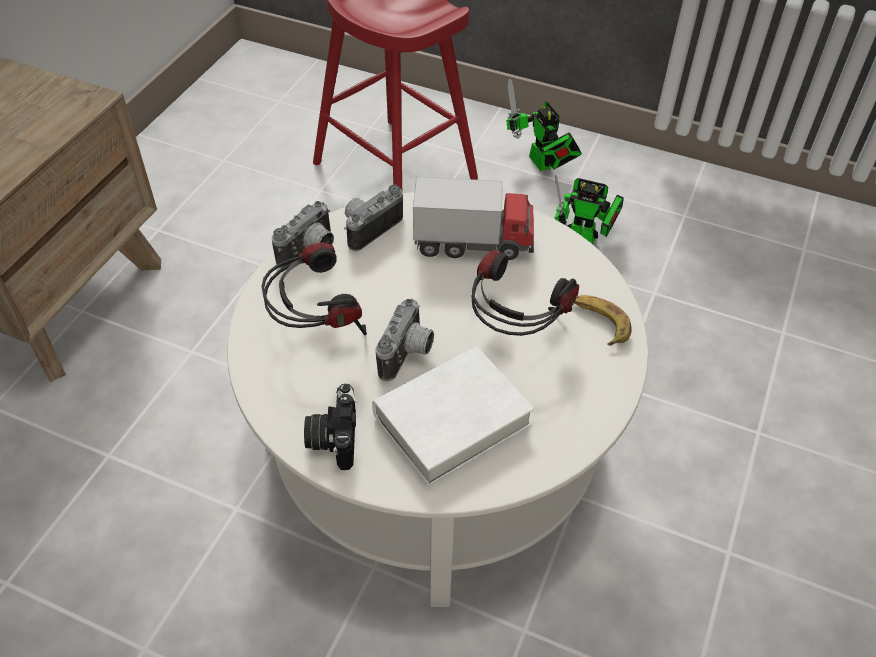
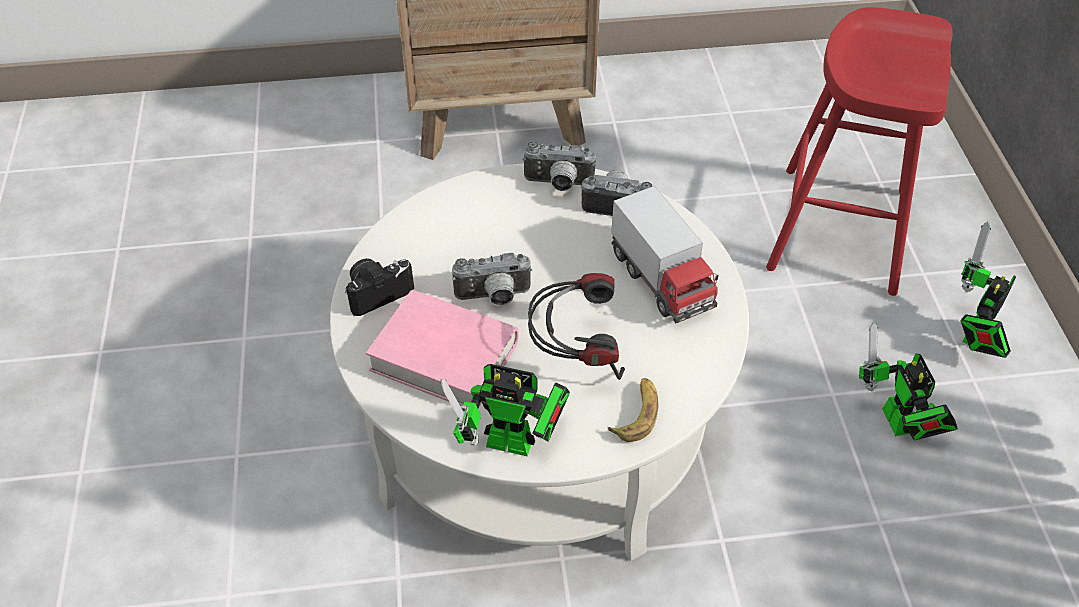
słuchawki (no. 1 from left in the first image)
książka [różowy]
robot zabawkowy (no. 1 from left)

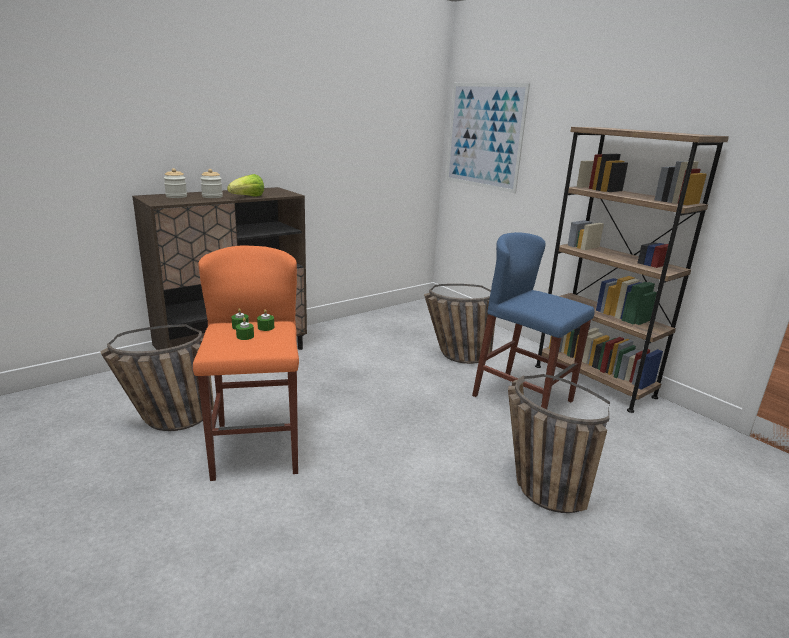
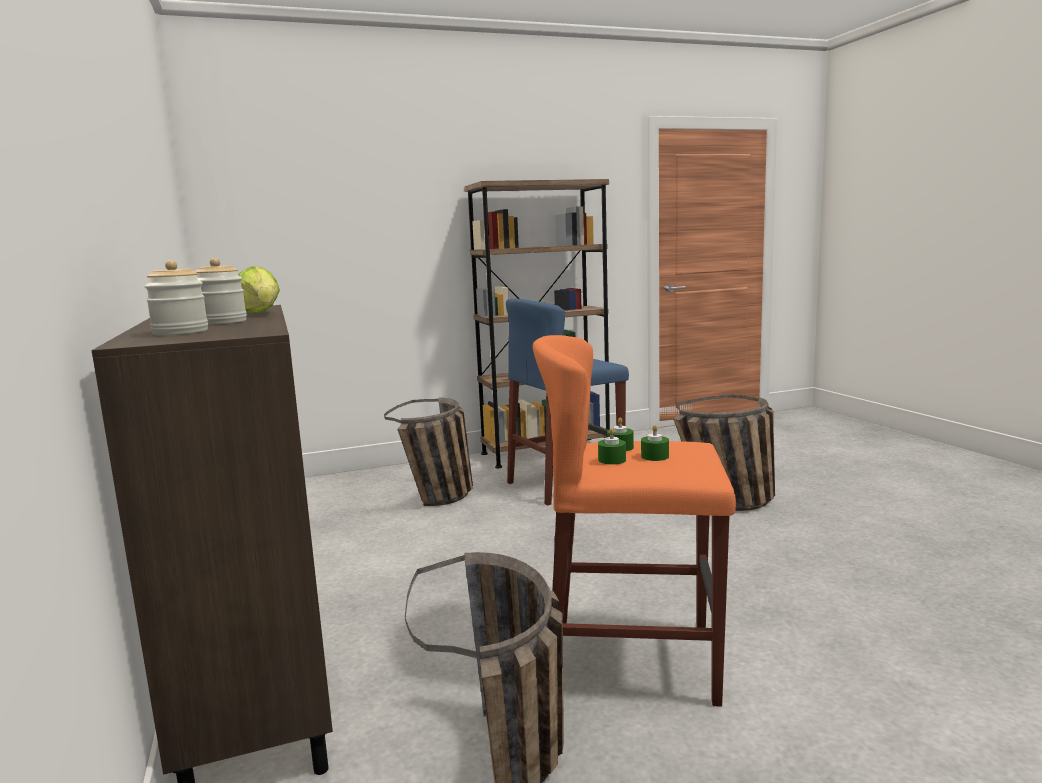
obraz

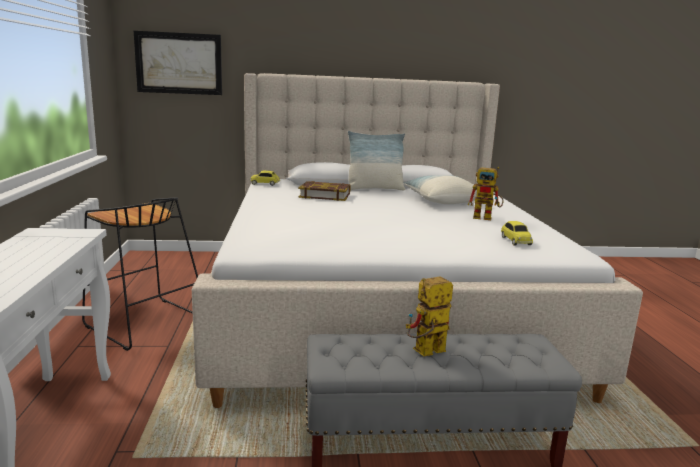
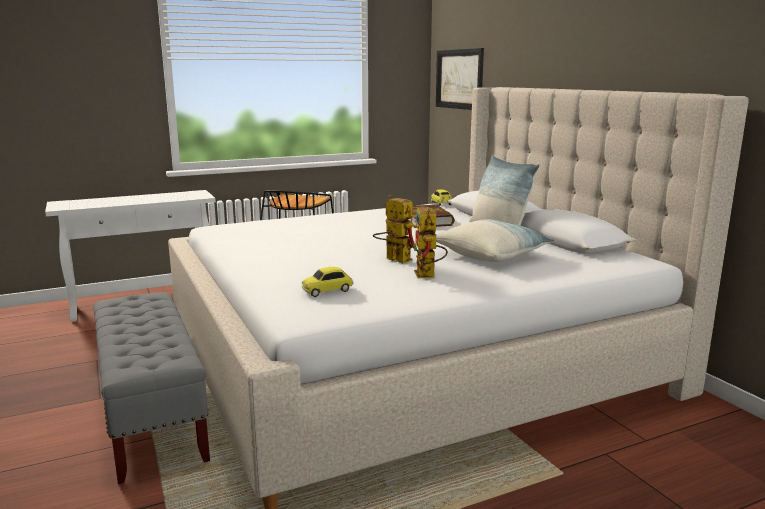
robot zabawkowy (no. 1 from left)

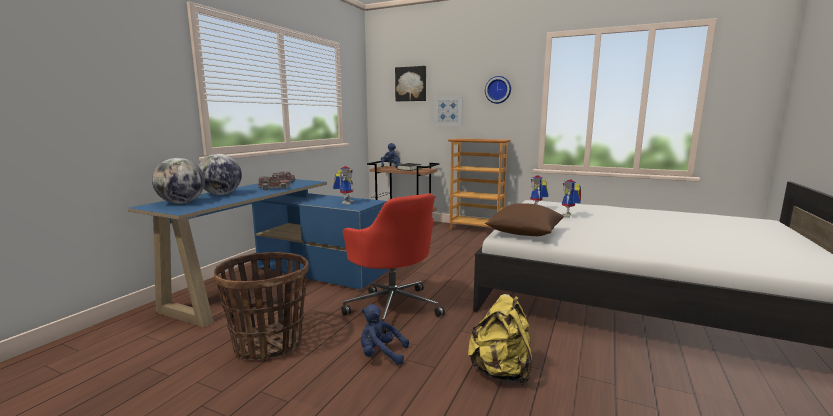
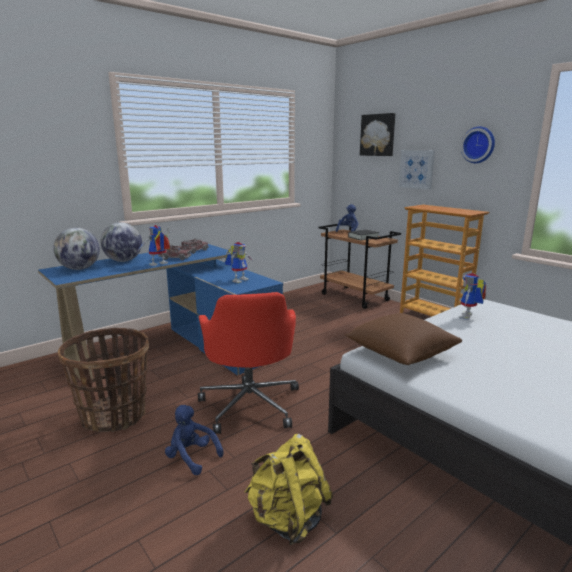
robot zabawkowy (no. 1 from left)

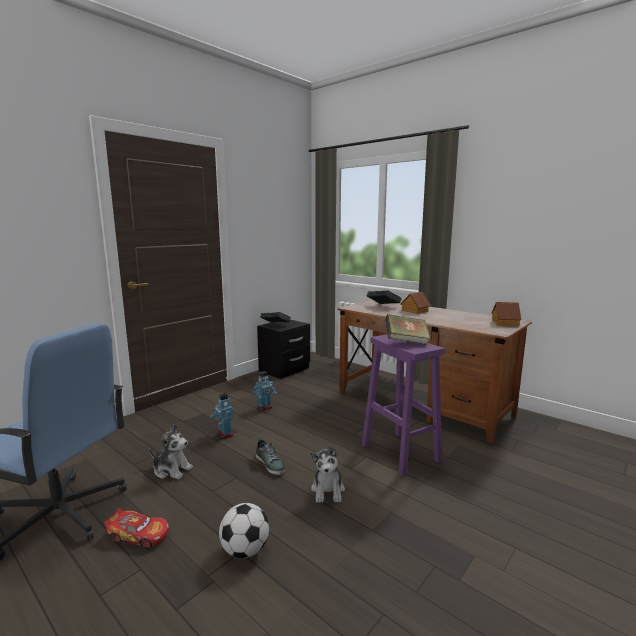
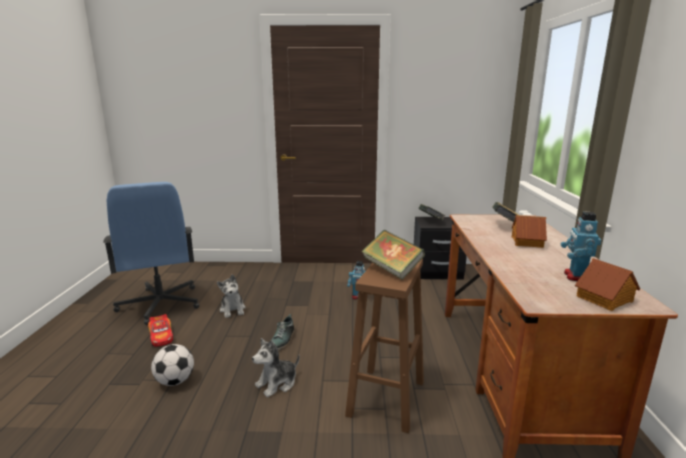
stołek [brązowy]
robot zabawkowy (no. 2 from left)

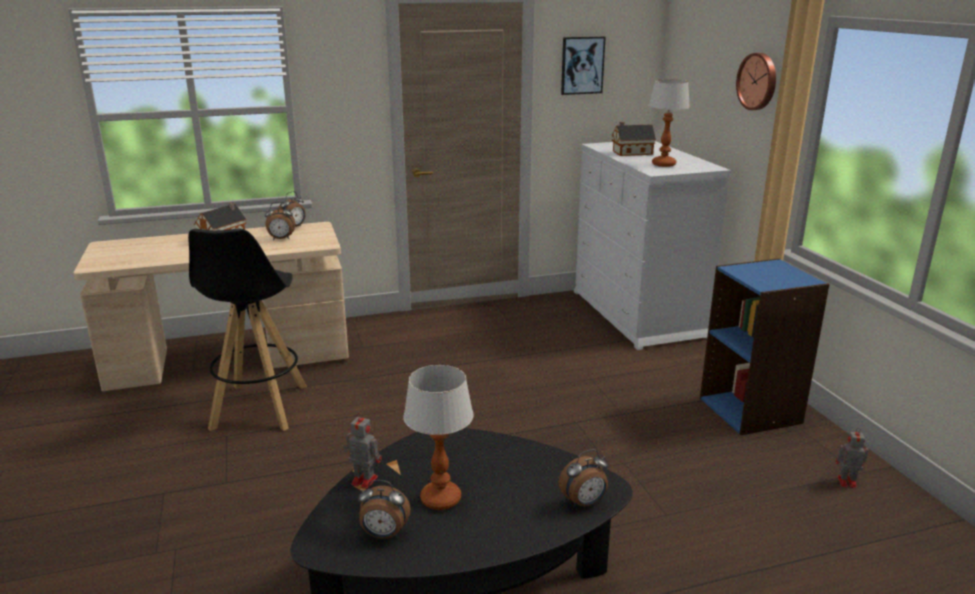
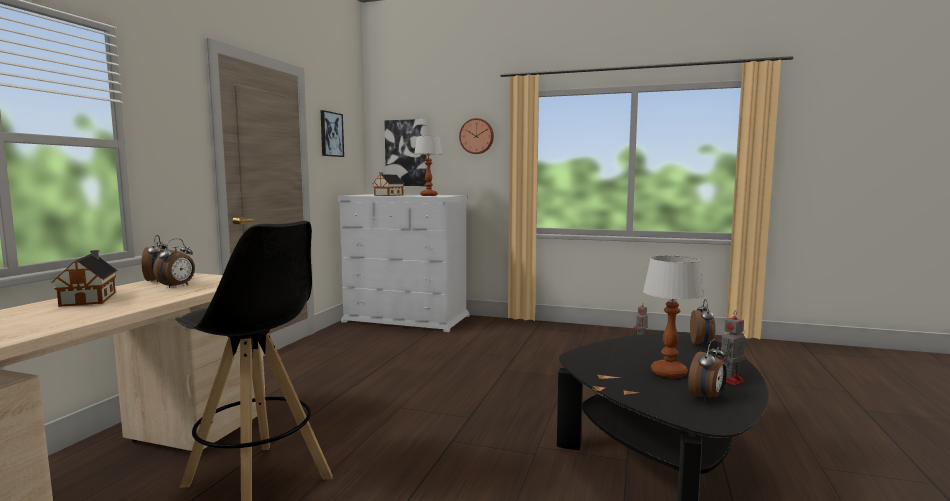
regał [niebieski]
robot zabawkowy (no. 2 from left)
obraz (no. 2 from left)

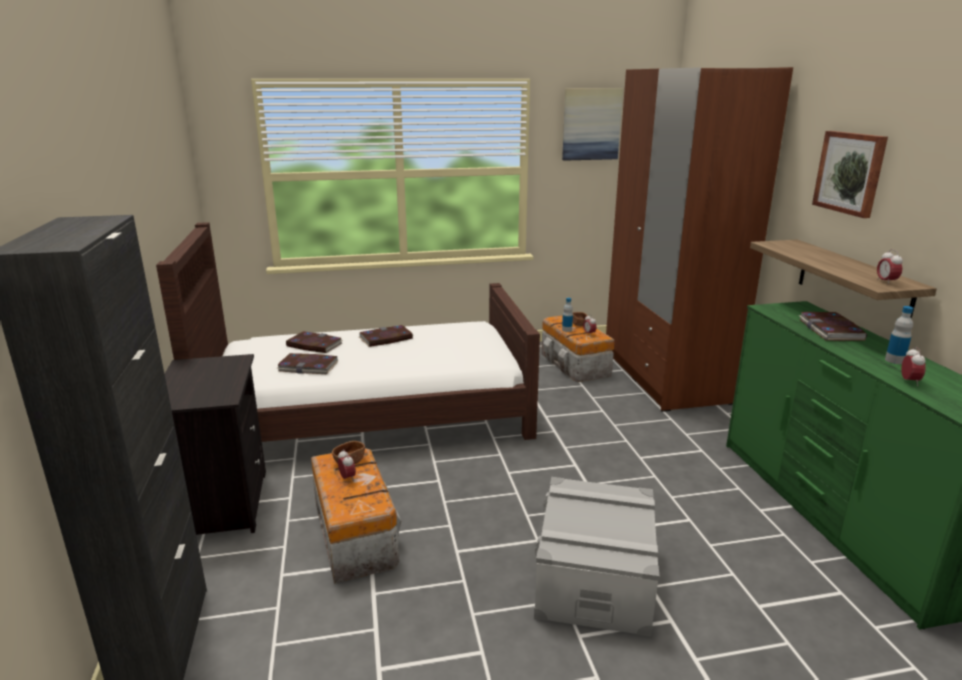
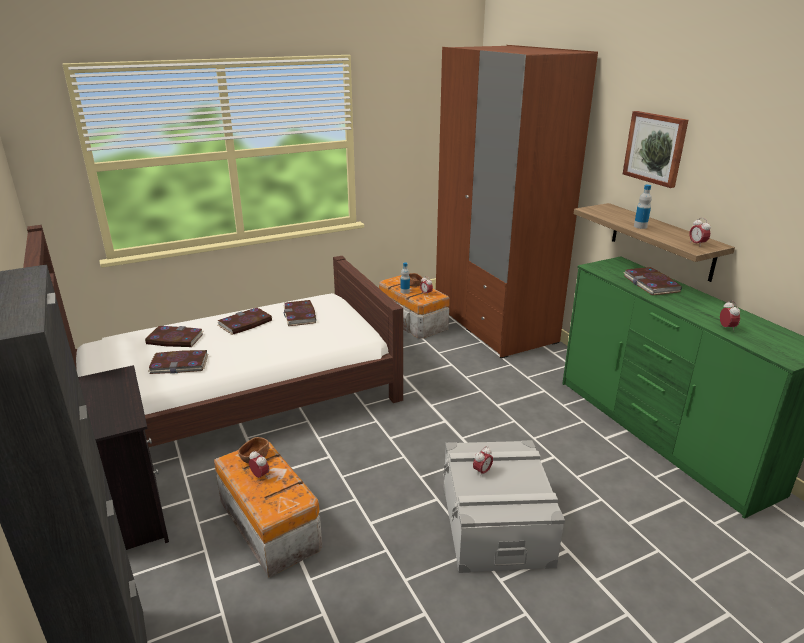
obraz (no. 1 from left in the first image)
butelka (no. 2 from left)
książka (no. 4 from left)
budzik (no. 3 from left)

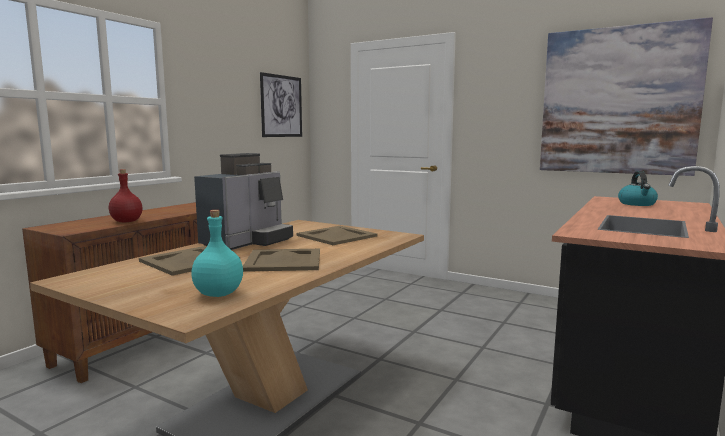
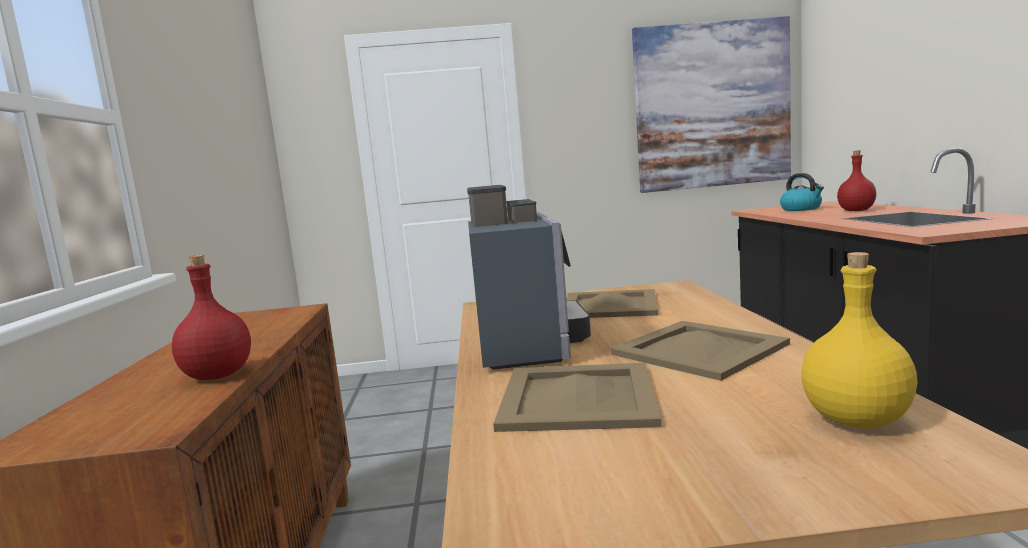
obraz (no. 1 from left in the first image)
butelka [żółty]
butelka [czerwony] (no. 2 from left)

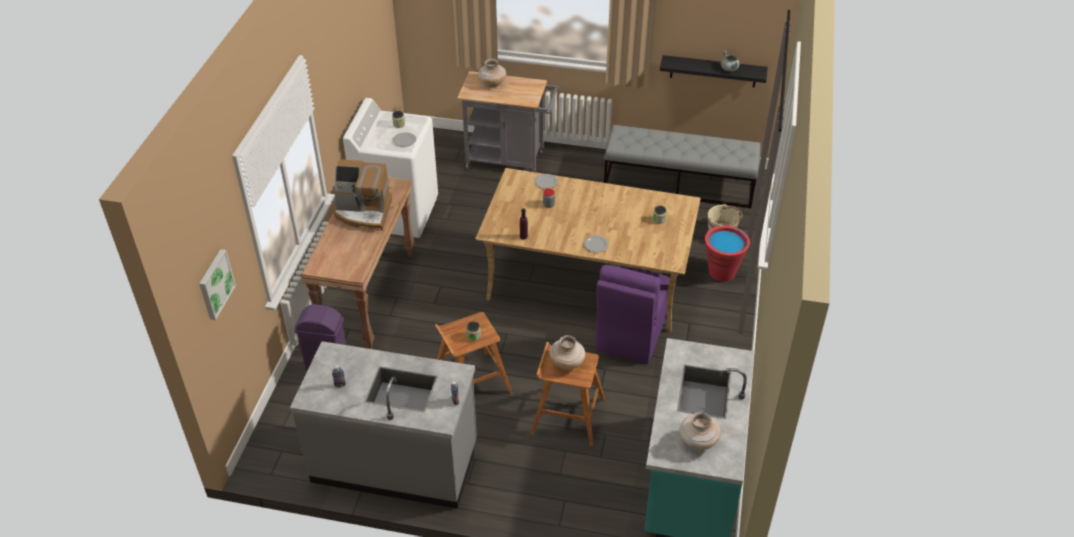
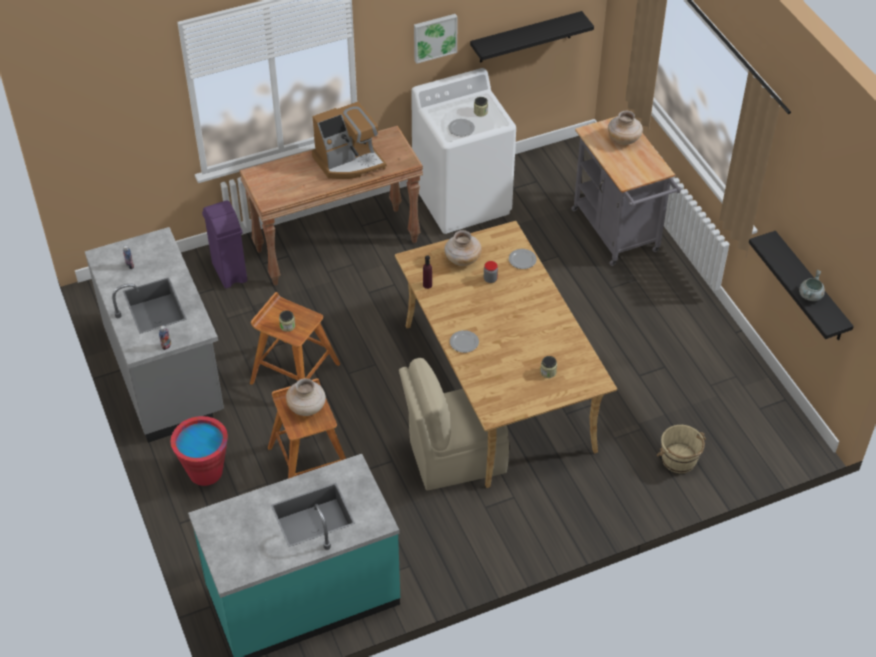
ławka [szary]
ekspres do kawy
wiadro [czerwony]
obraz
krzesło [beżowy]
wazon [beżowy] (no. 2 from left)
półka [czarny] (no. 1 from left)

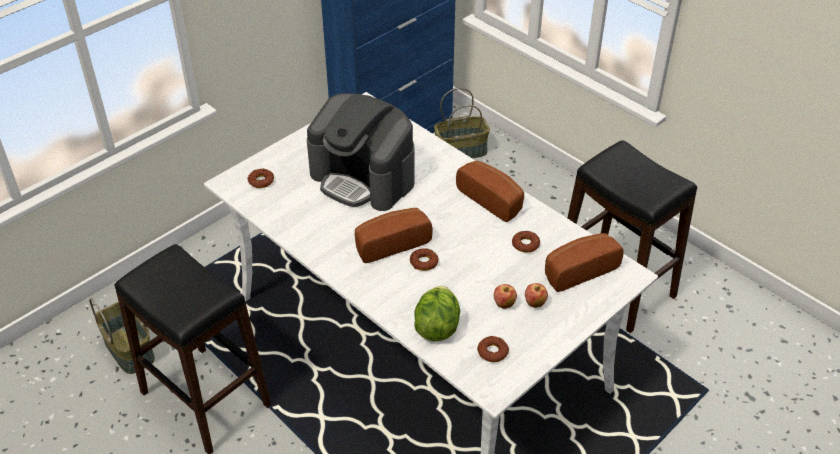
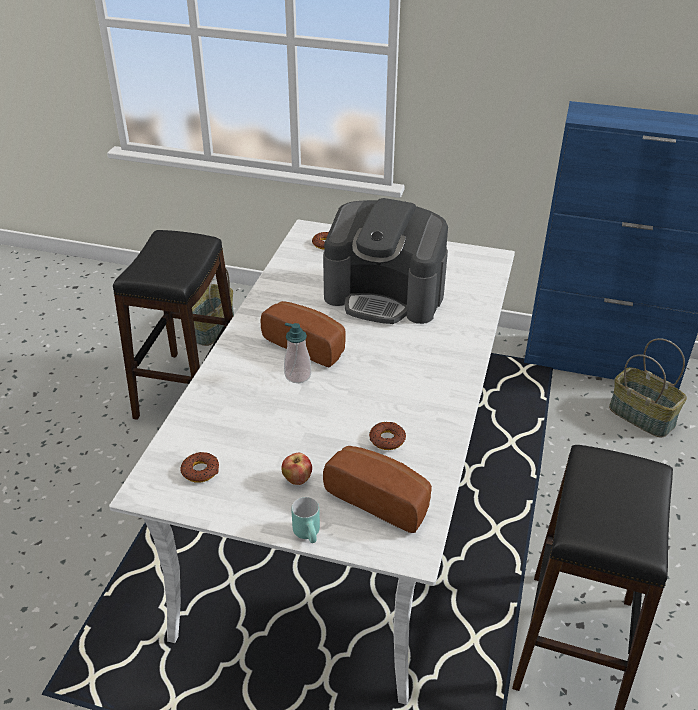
ekspres do kawy
chleb (no. 2 from left in the first image)
dozownik mydła
jabłko (no. 1 from left in the first image)
sałata
kubek [turkusowy]

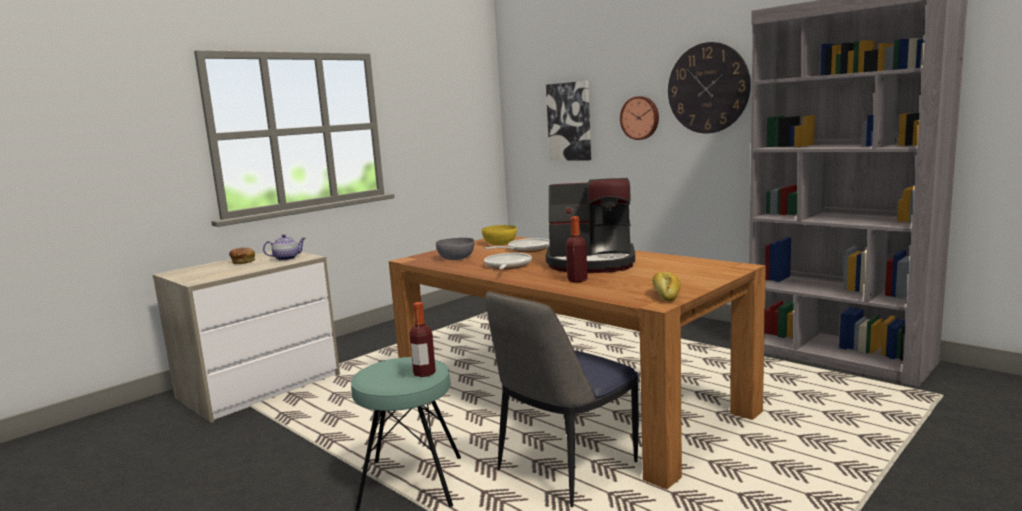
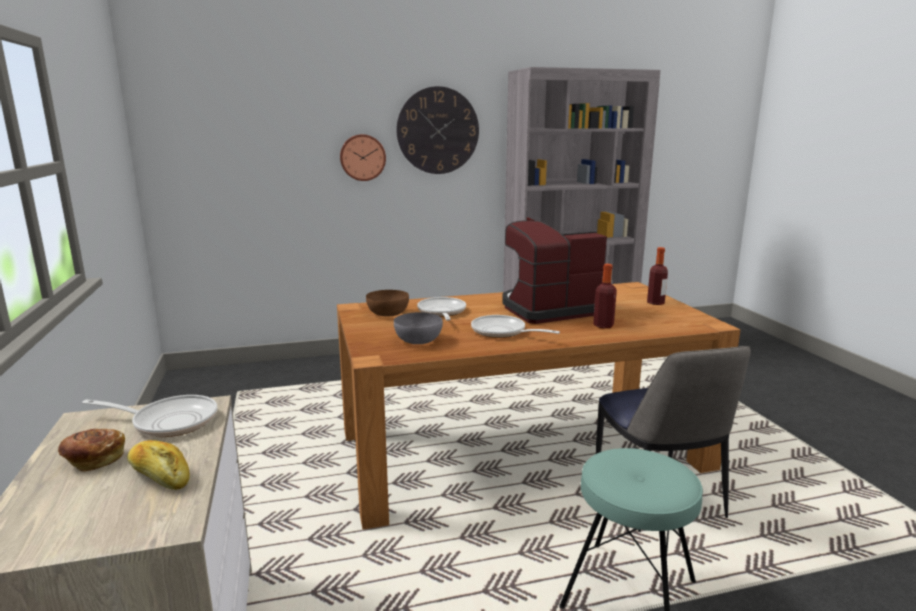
obraz
ekspres do kawy
miska [brązowy]
patelnia (no. 1 from left)
chleb (no. 2 from left)
butelka (no. 2 from left)

